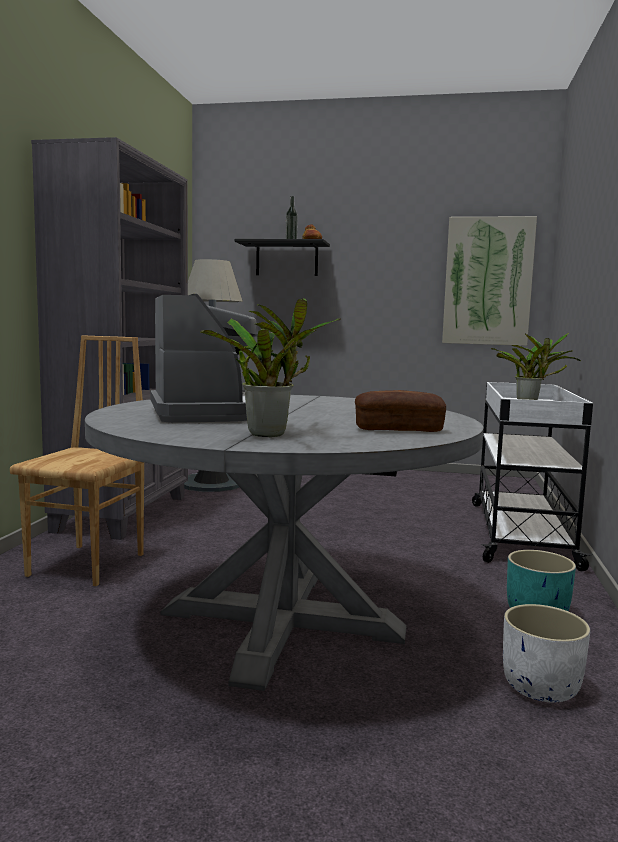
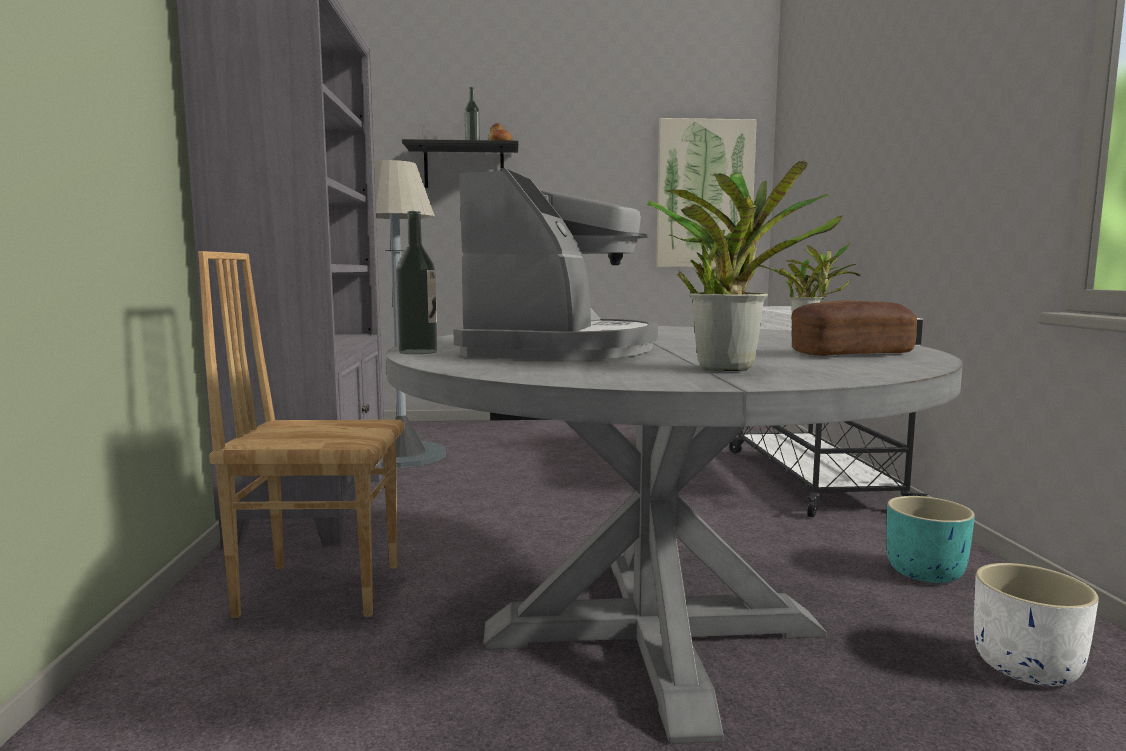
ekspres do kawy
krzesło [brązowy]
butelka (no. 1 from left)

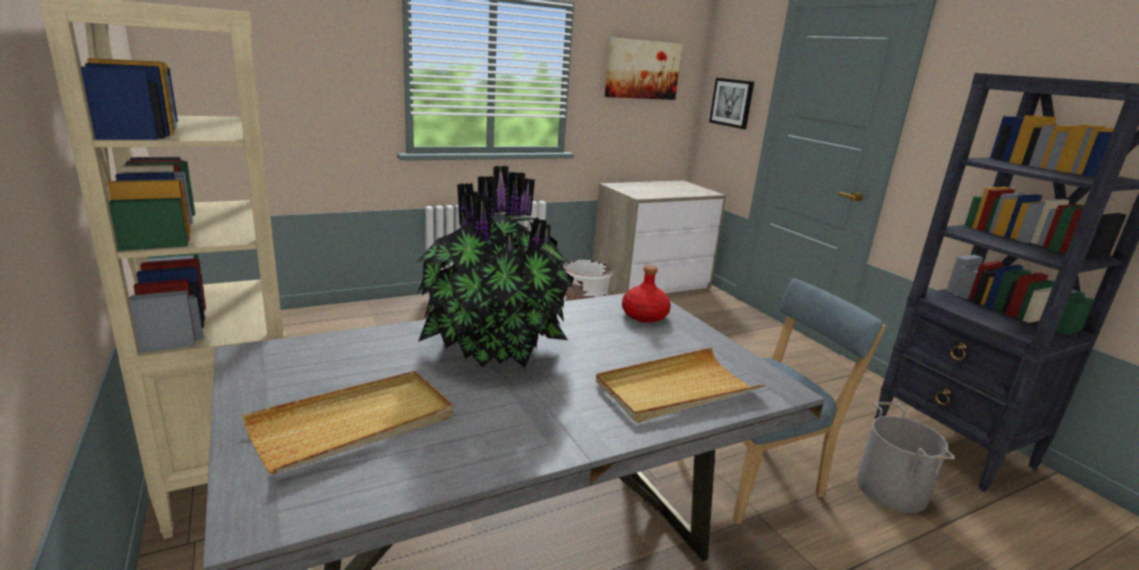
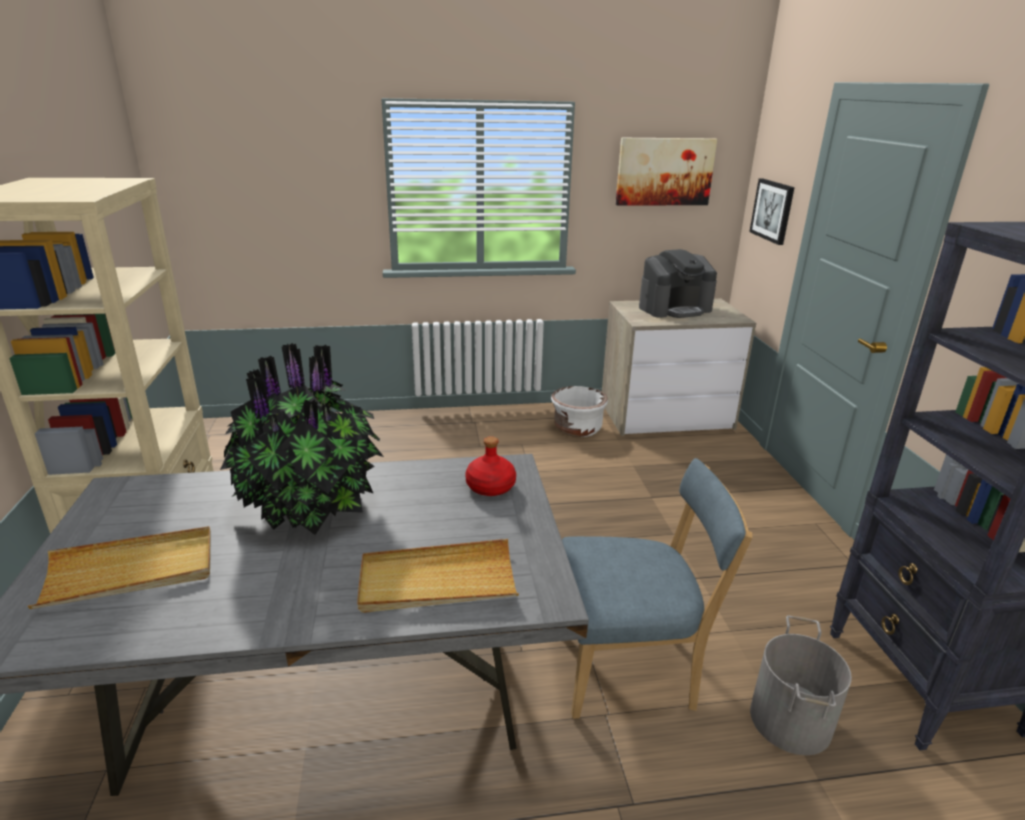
ekspres do kawy

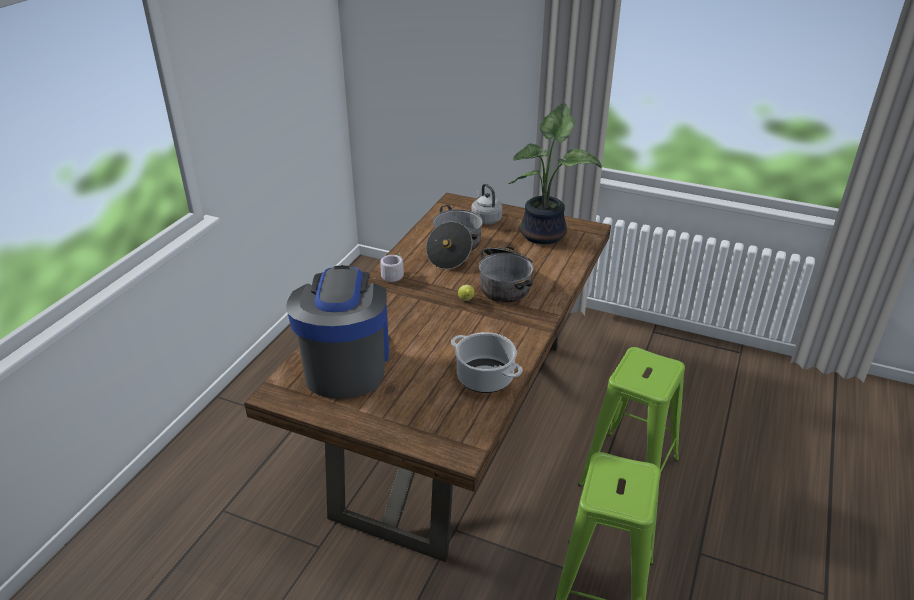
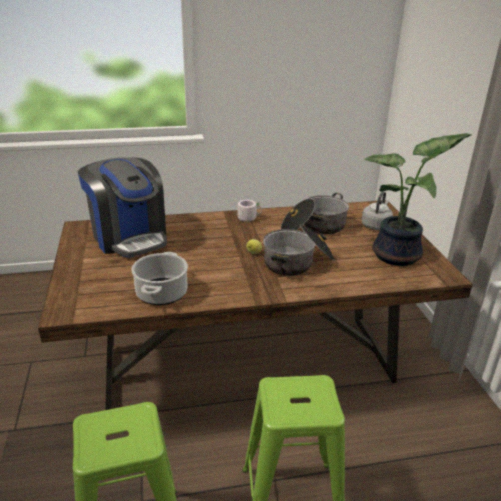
ekspres do kawy

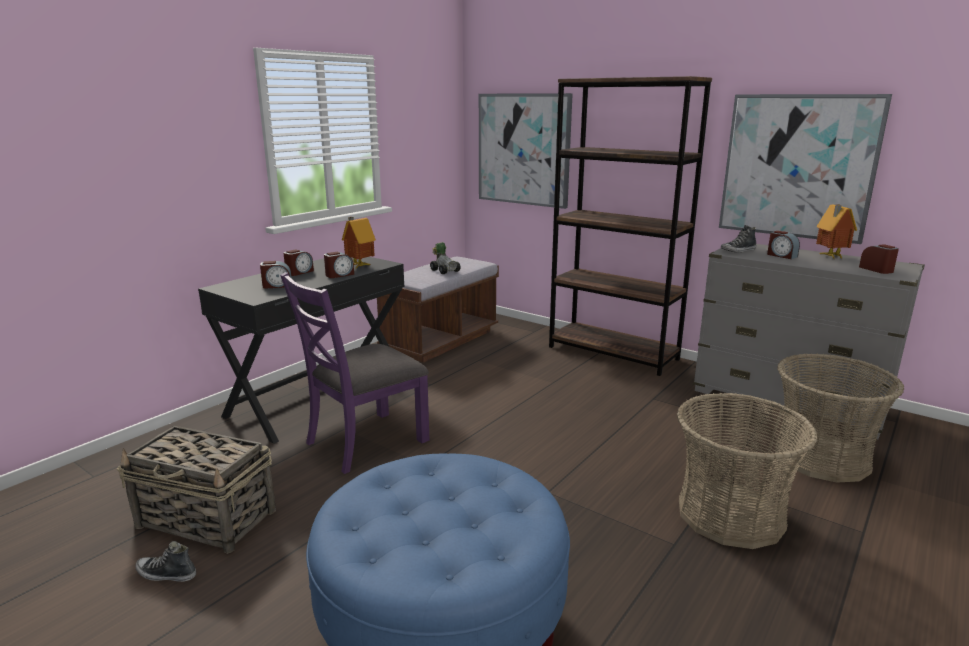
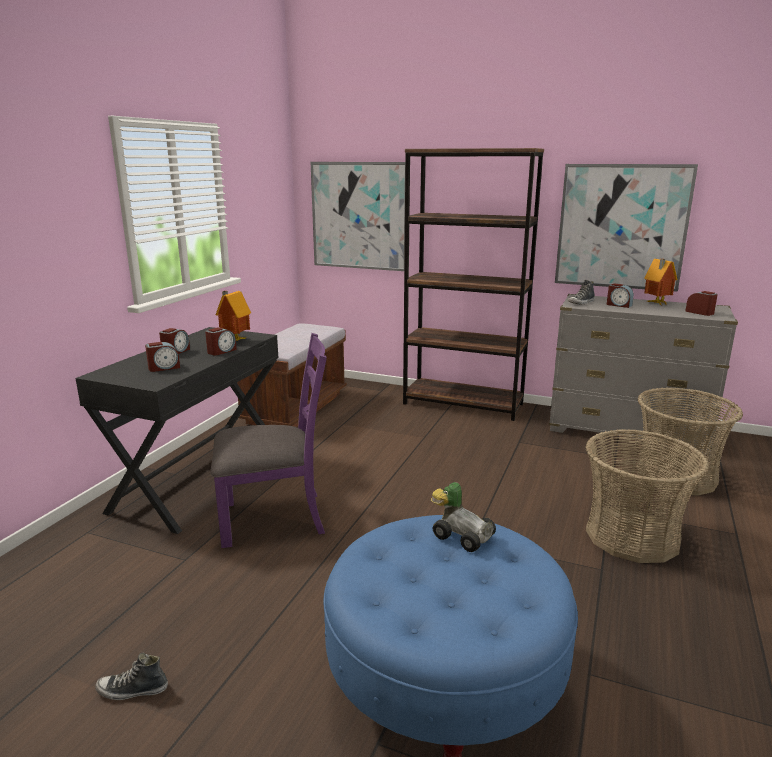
samochodzik
krzesło [fioletowy]
koszyk (no. 1 from left in the first image)

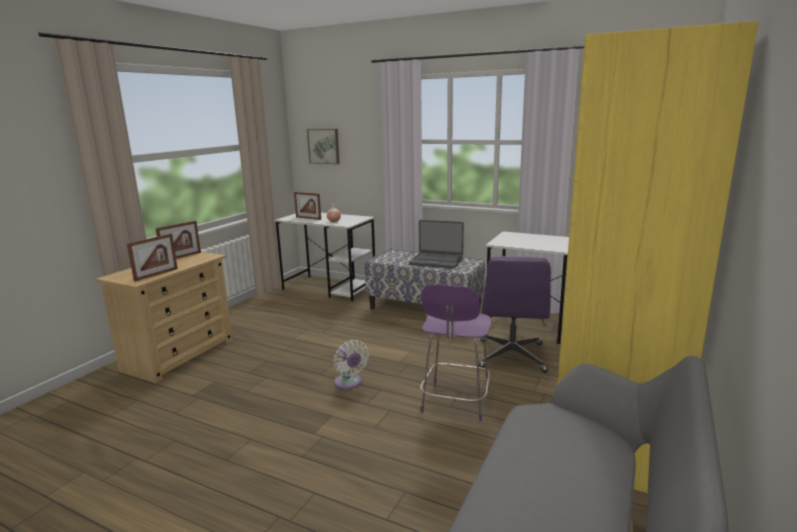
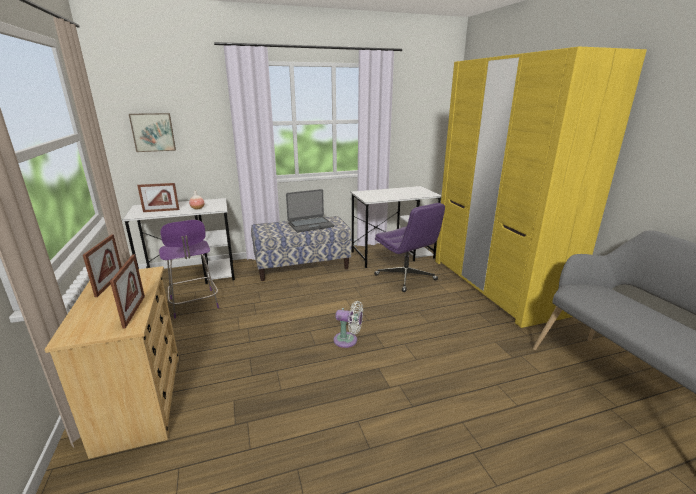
krzesło [fioletowy]

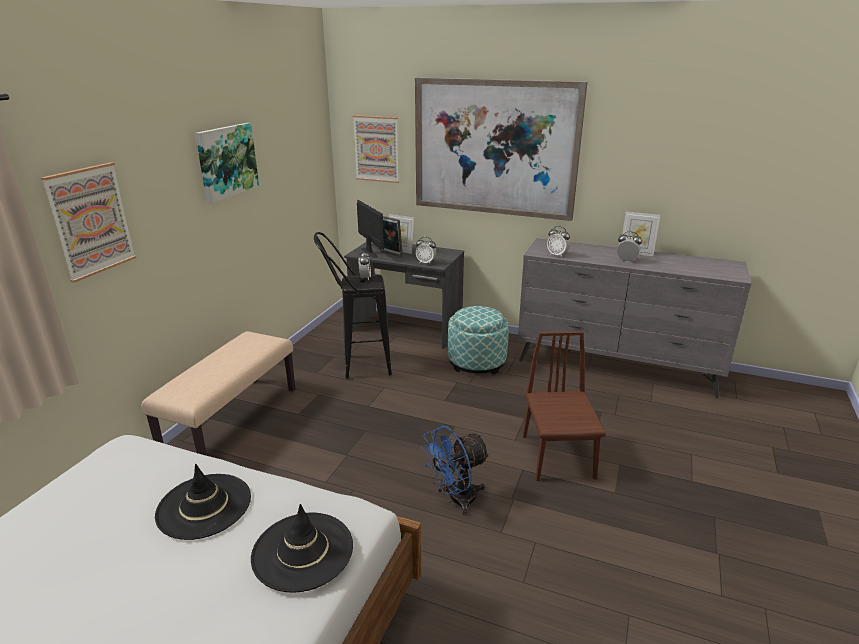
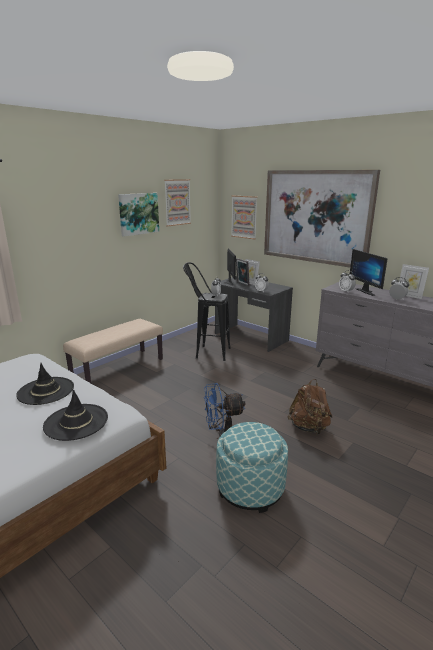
obraz (no. 2 from left)
pufa
plecak [brązowy]
monitor (no. 2 from left)

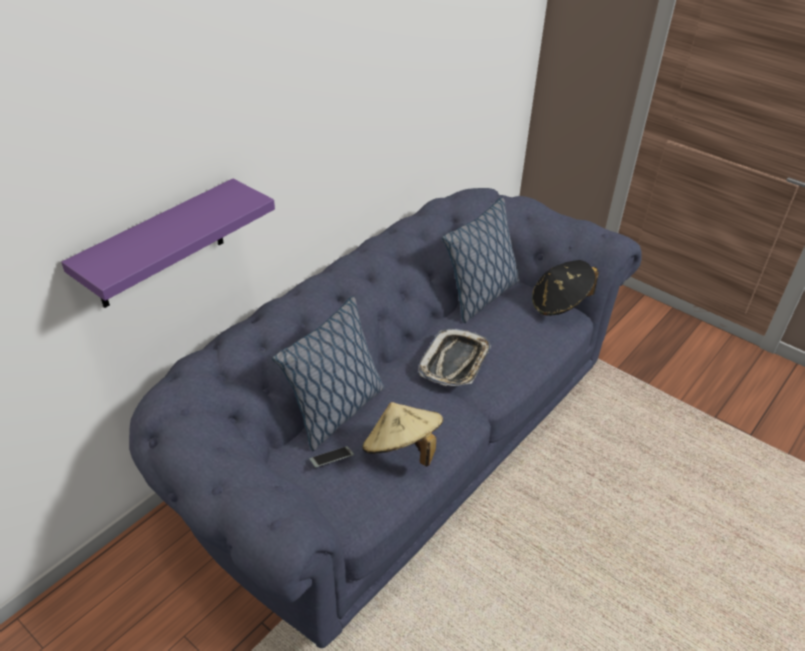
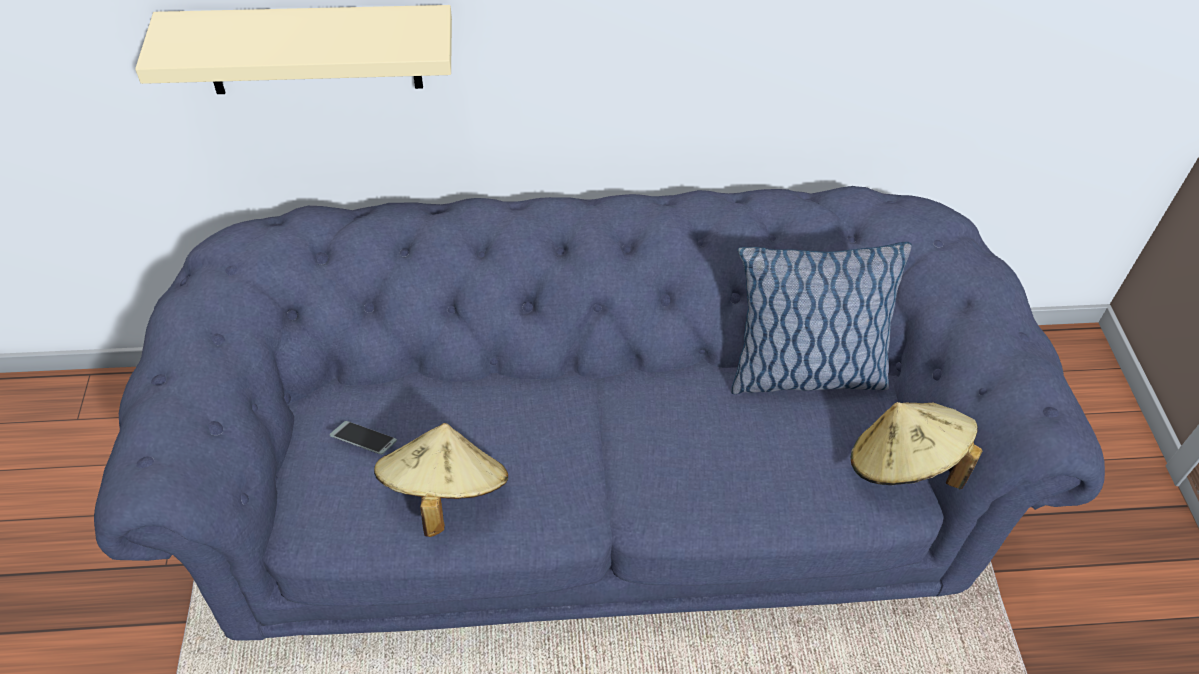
półka [beżowy]
kapelusz [beżowy] (no. 2 from left)
poduszka (no. 1 from left in the first image)
taca

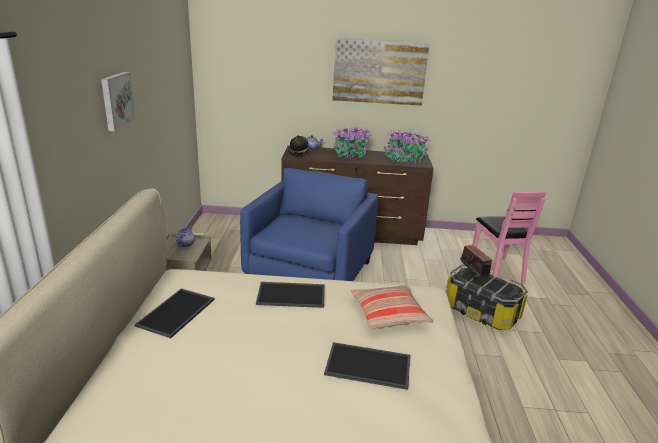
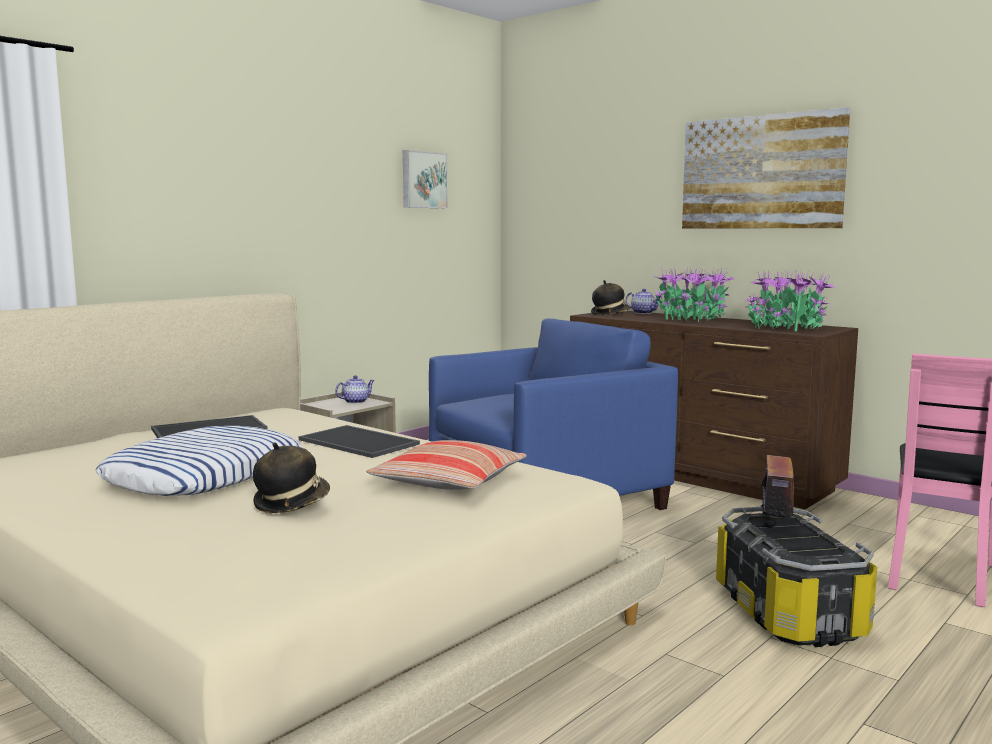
obraz (no. 1 from left)
kapelusz (no. 1 from left)
poduszka (no. 1 from left)

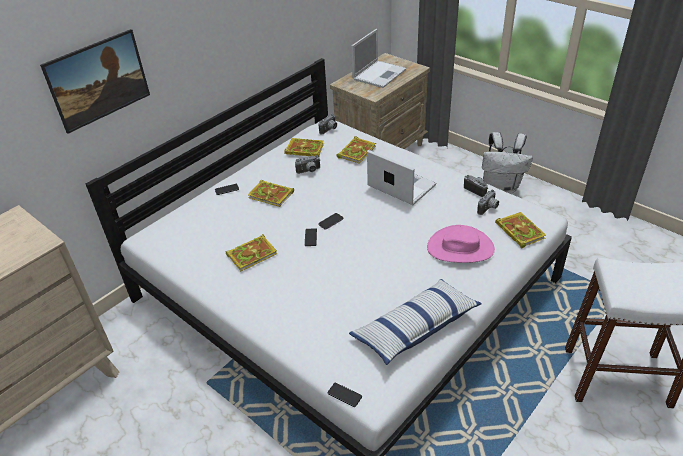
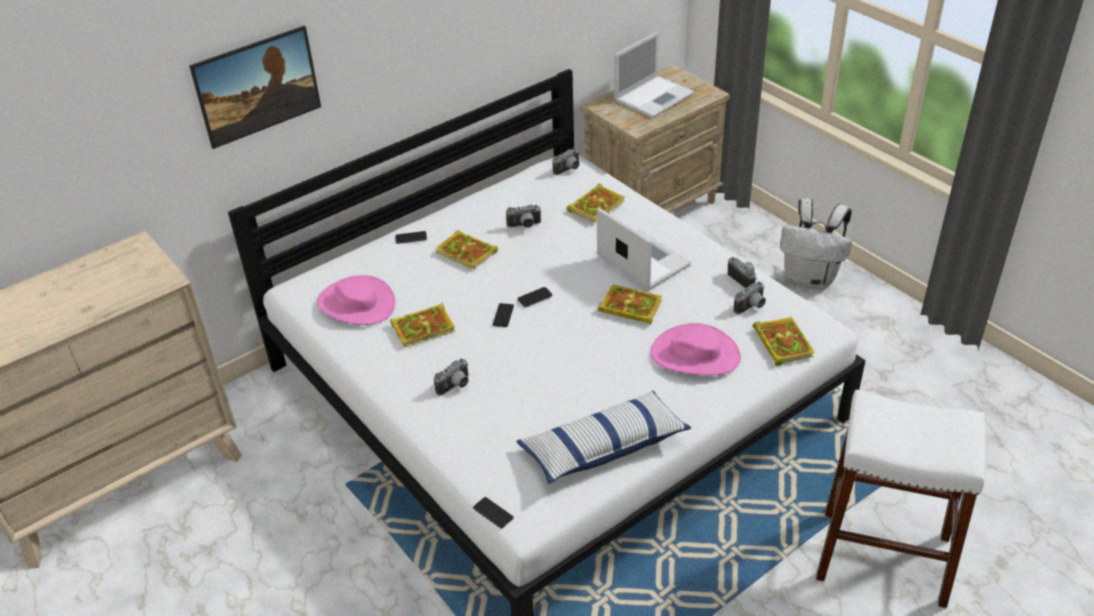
książka (no. 4 from left)
kapelusz [różowy] (no. 1 from left)
aparat fotograficzny (no. 1 from left)

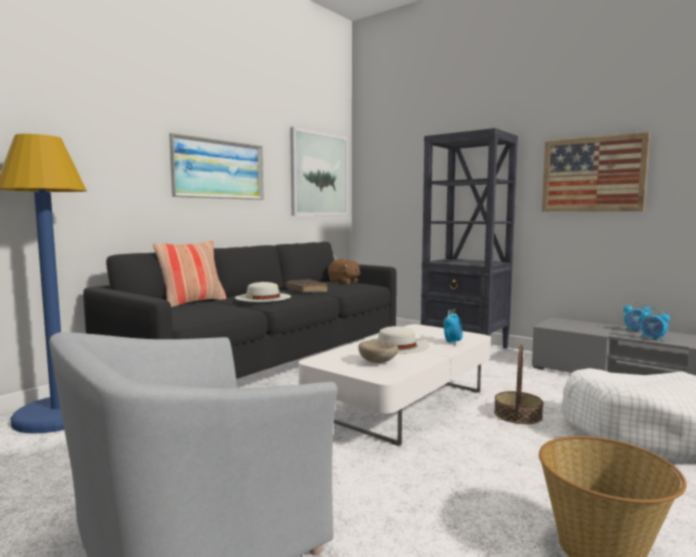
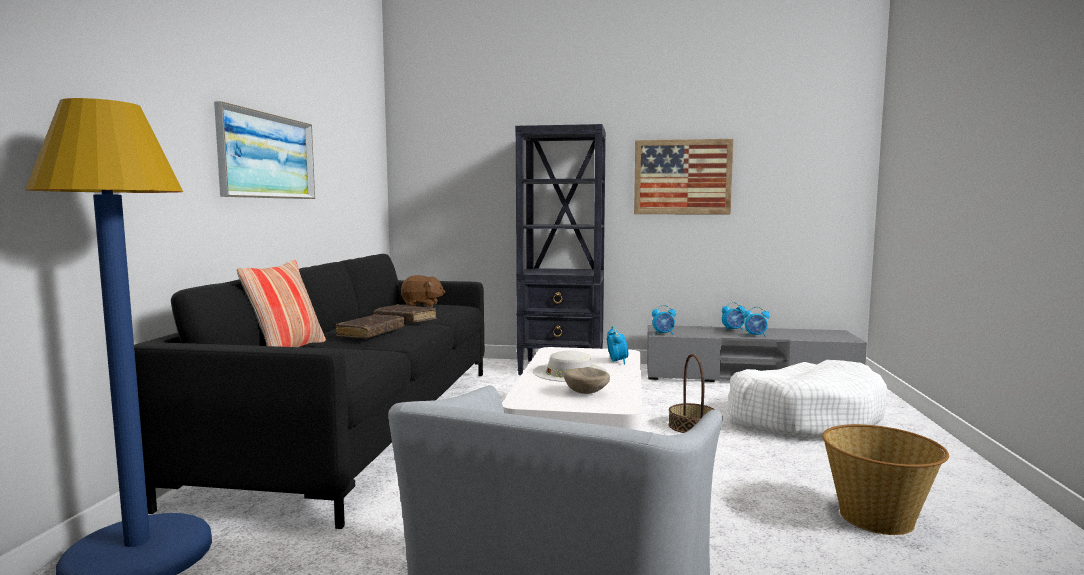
obraz (no. 2 from left in the first image)
książka [brązowy] (no. 1 from left)
budzik (no. 2 from left)

